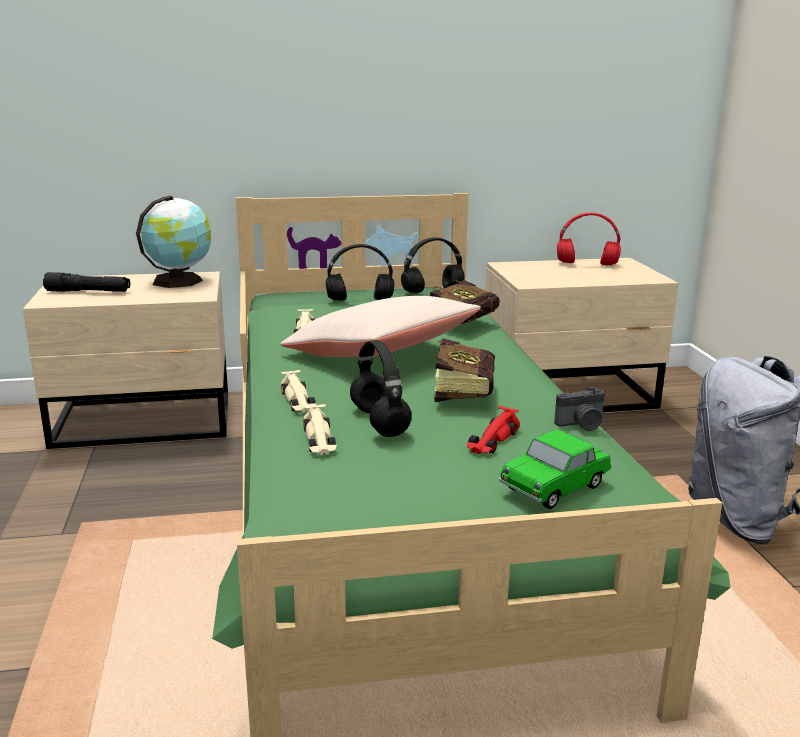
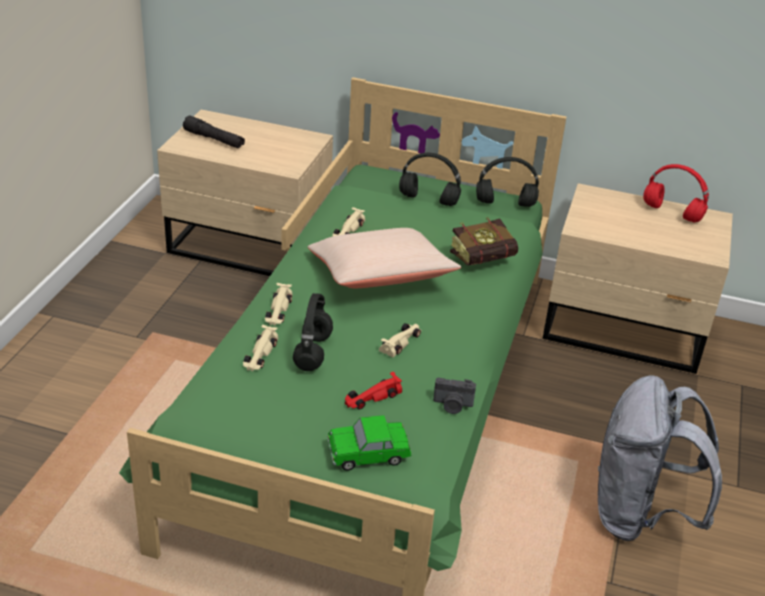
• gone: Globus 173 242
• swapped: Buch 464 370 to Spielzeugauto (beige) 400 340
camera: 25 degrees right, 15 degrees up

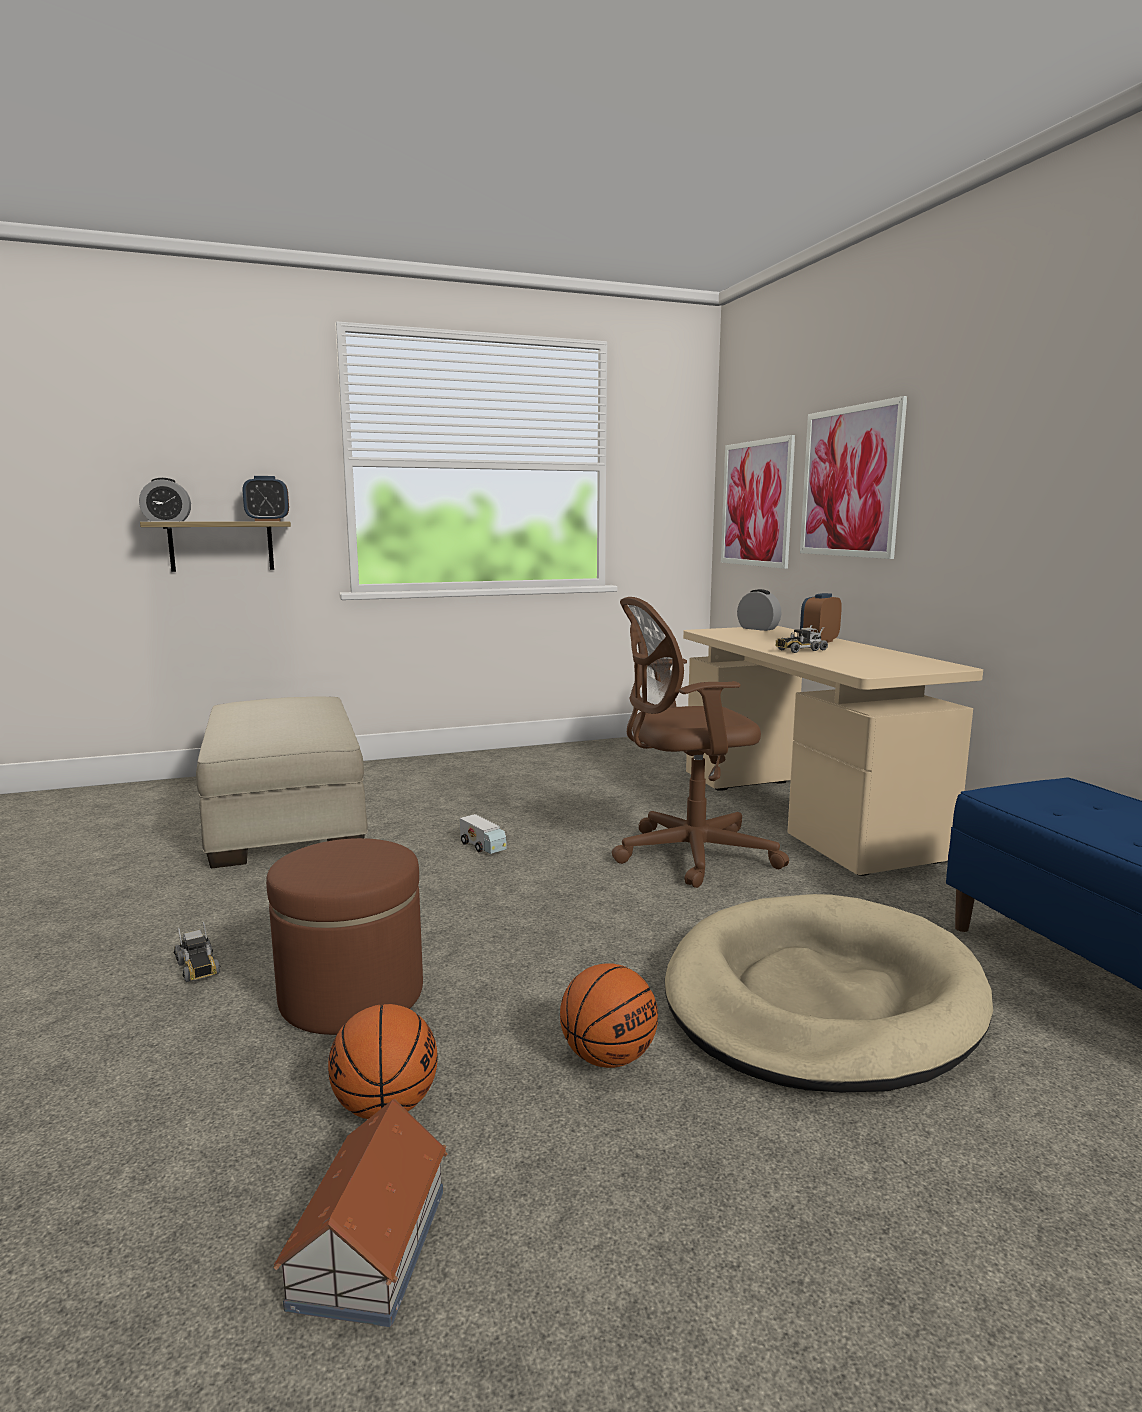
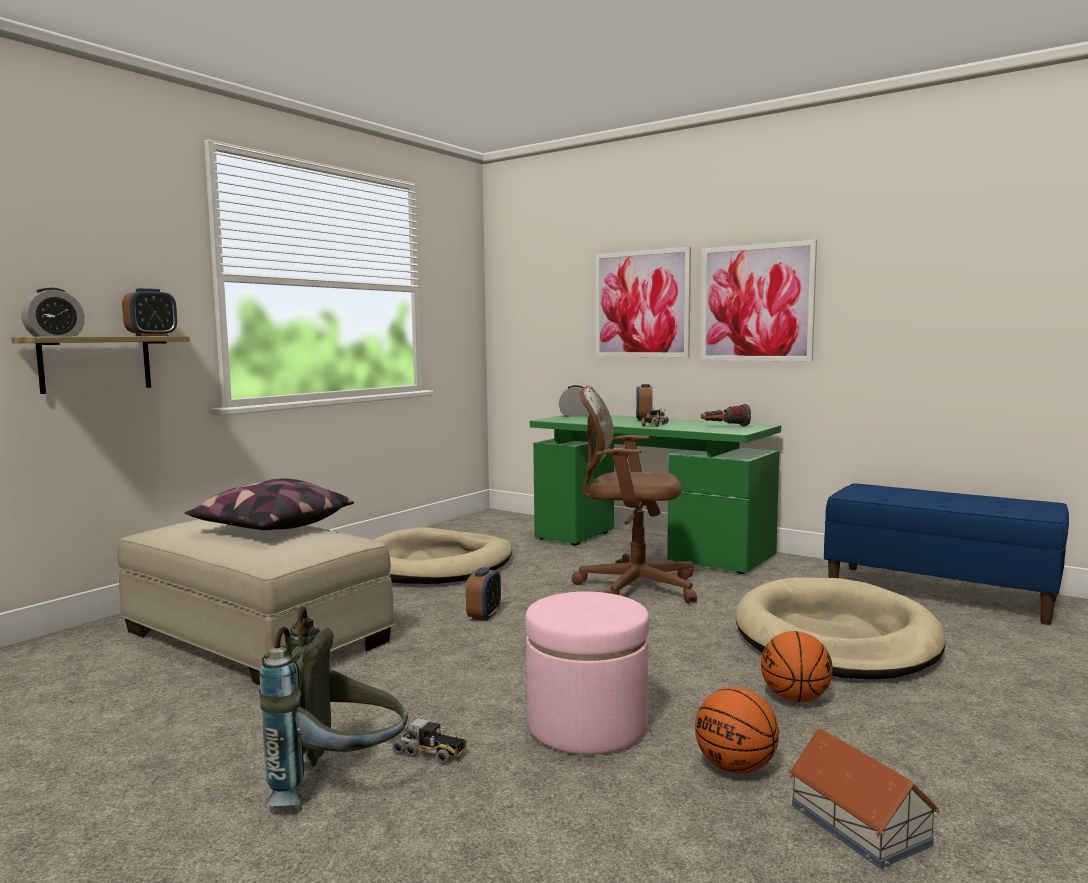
• repainted: Polsterhocker (braun) 344 936 to Polsterhocker (rosa) 587 673
• swapped: Spielzeuglaster 483 834 to Wecker 483 594
• rotated: Bürostuhl (braun) 700 742 = 634 494 60 degrees clockwise
• repainted: Schreibtisch (beige) 833 751 to Schreibtisch (grün) 655 494
• shifted: Bild 758 502 to 759 301
• new: Kissen 269 504
• new: Rucksack (grau) 333 706
• new: Hundebett (beige) 443 555
• new: Taschenlampe 726 415
camera: 35 degrees left, 5 degrees down

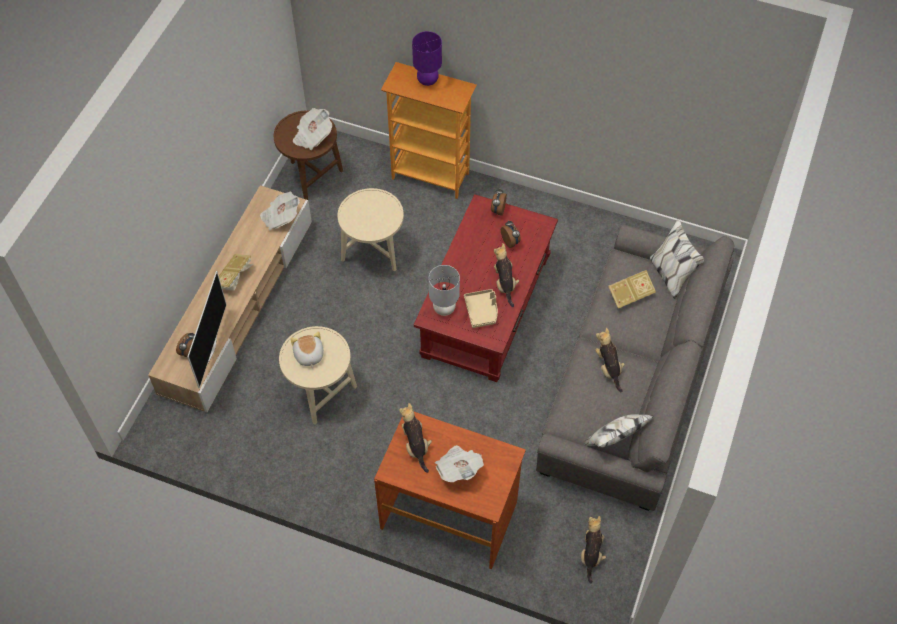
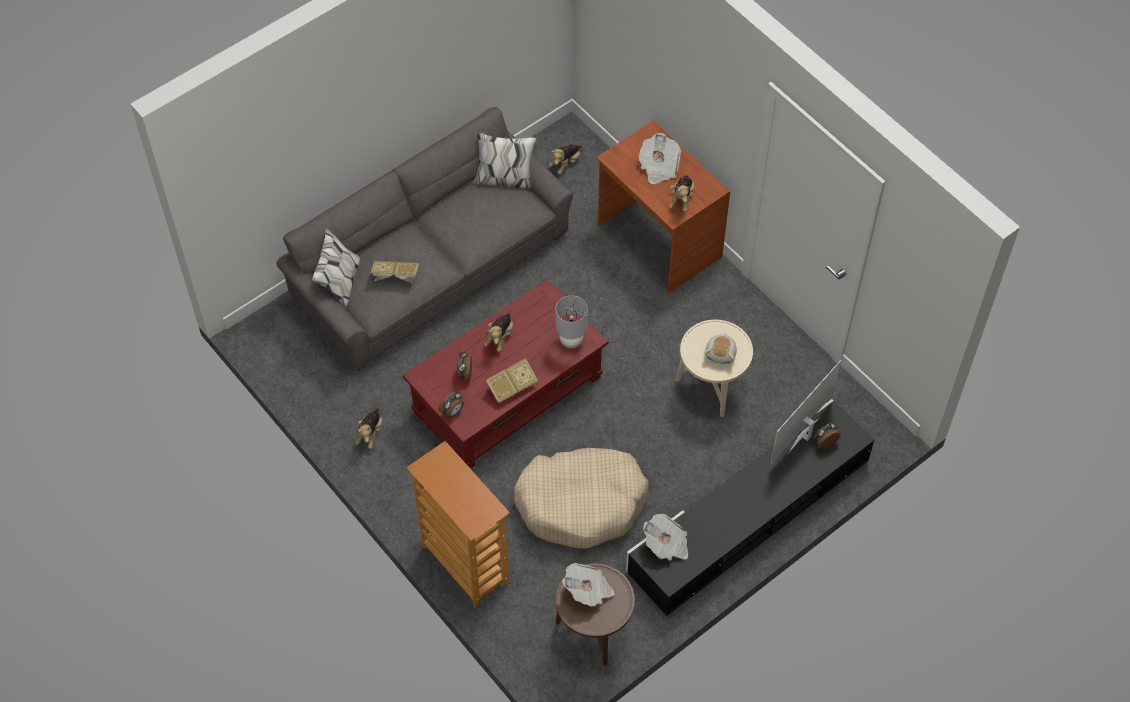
• repainted: Fernsehschrank (beige) 230 298 to Fernsehschrank (schwarz) 750 507
• shifted: Buch 236 272 to 512 380
• swapped: Beistelltisch (beige) 371 230 to Hundebett (beige) 581 498
• gone: Tischlampe (lila) 427 58
• gone: Tablett (beige) 481 308
• shifted: Plüschtier 610 360 to 369 428
camera: 150 degrees left, 0 degrees up

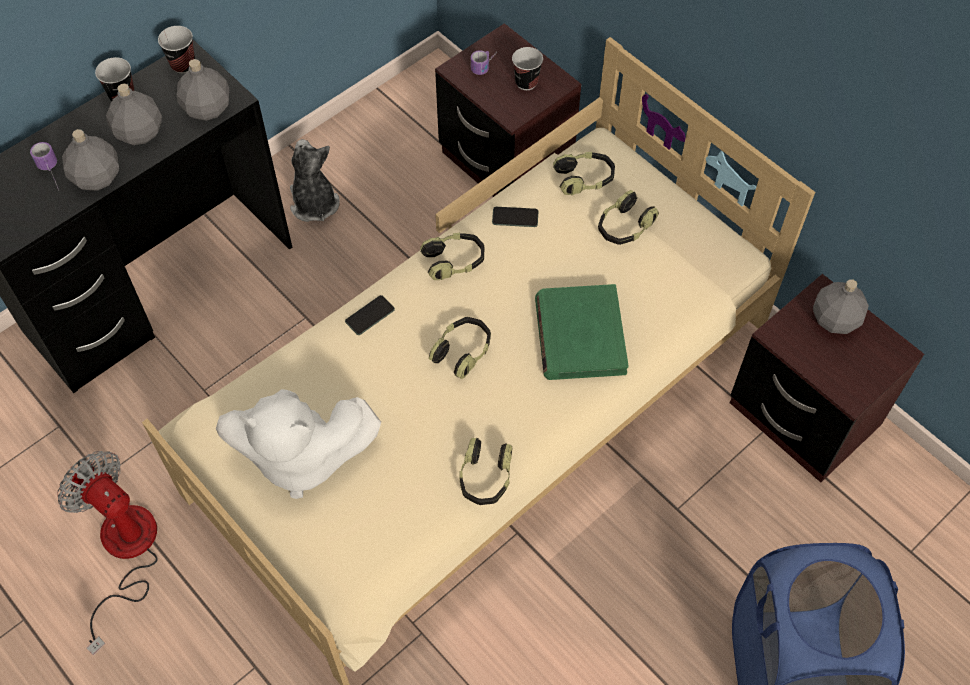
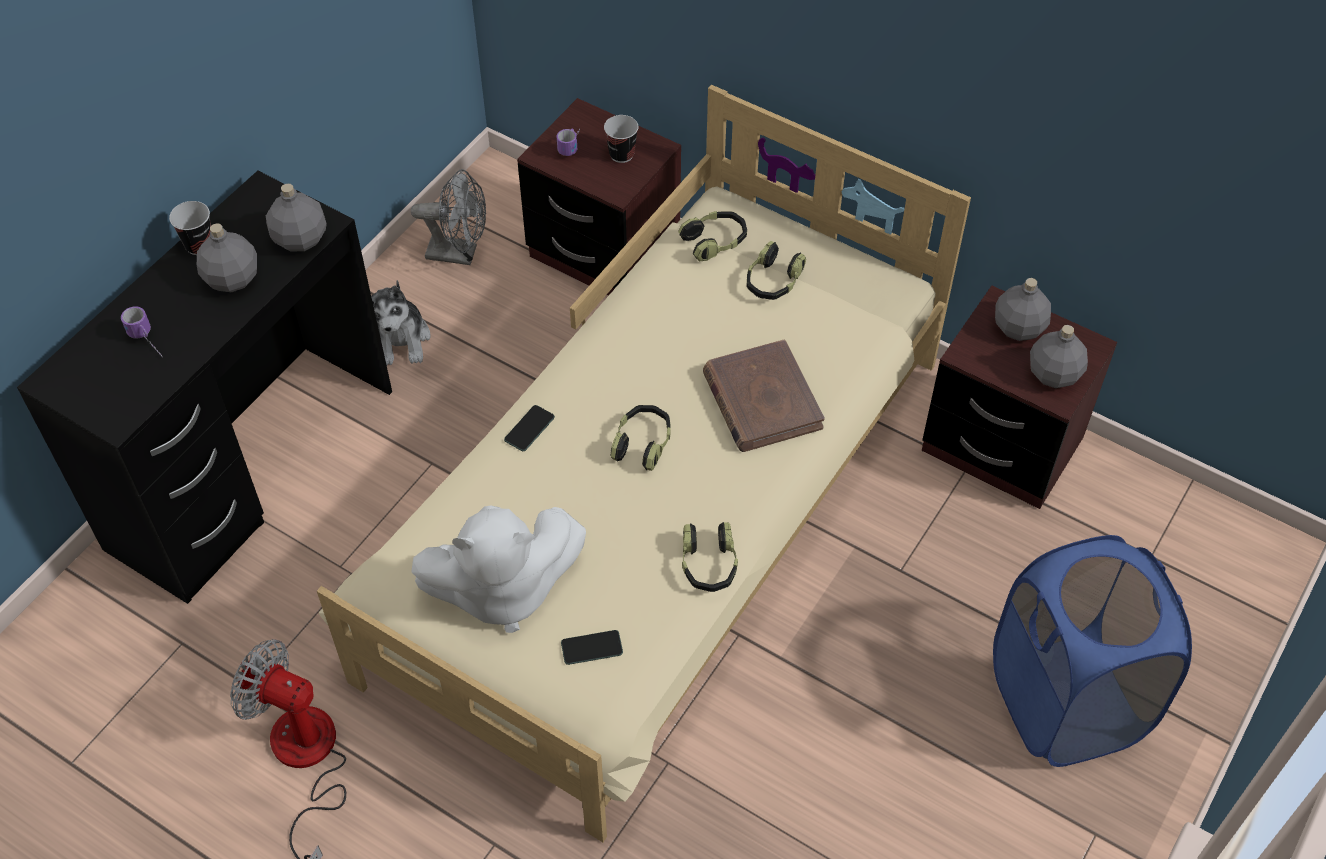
• shifted: Flasche (grau) 90 160 to 1059 356
• gone: Tasse 176 50
• rotated: Plüschtier 315 180 = 401 322 150 degrees counterclockwise
• gone: Kopfhörer 452 256
• shifted: Handy 515 217 to 592 647
• repainted: Buch (grün) 582 332 to Buch (braun) 764 396
• new: Ventilator (grau) 448 217
camera: 15 degrees left, 5 degrees down

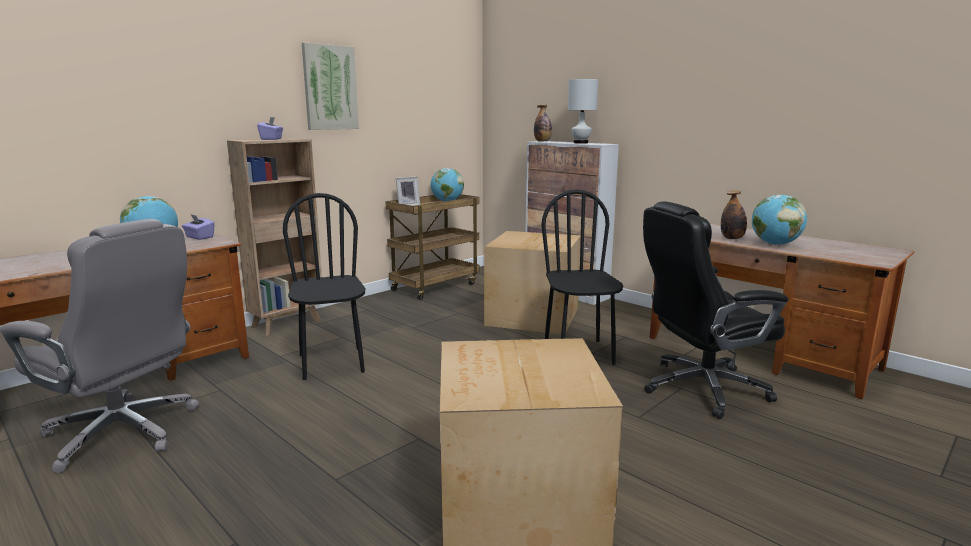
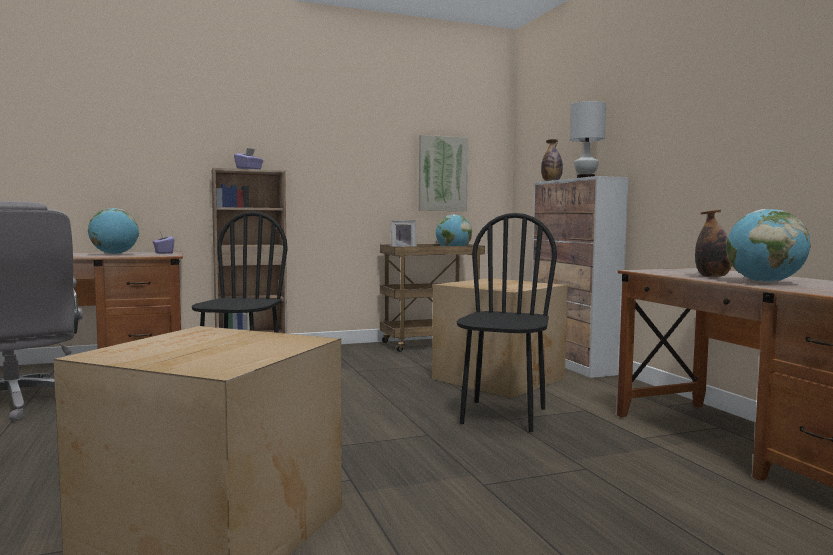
• shifted: Bild 330 86 to 443 173
• gone: Bürostuhl (schwarz) 715 310
camera: 25 degrees right, 10 degrees down

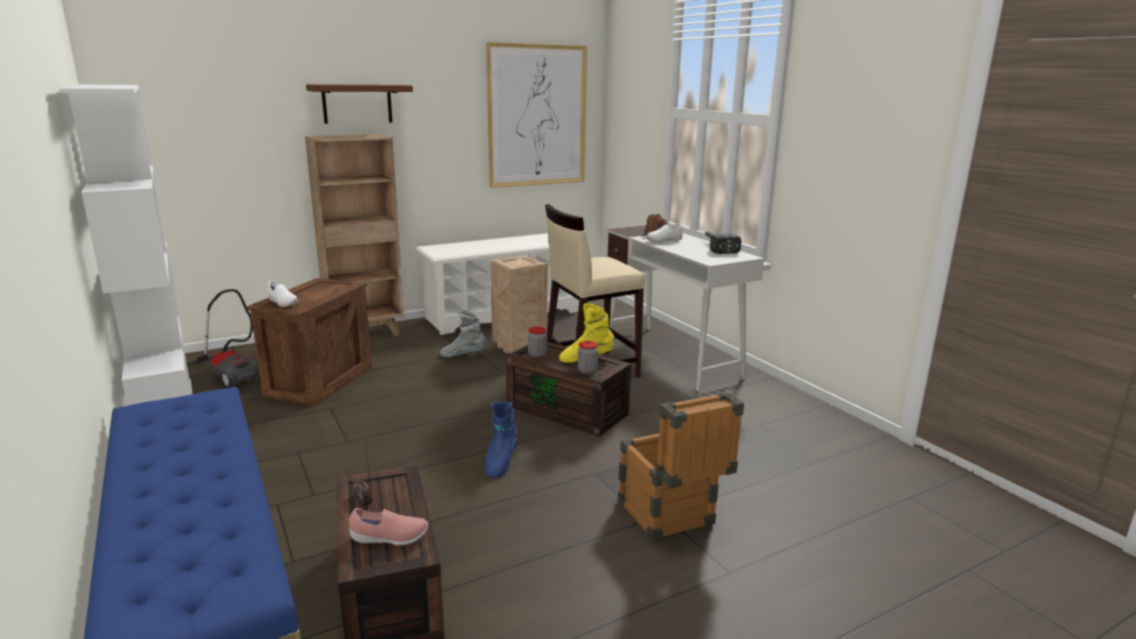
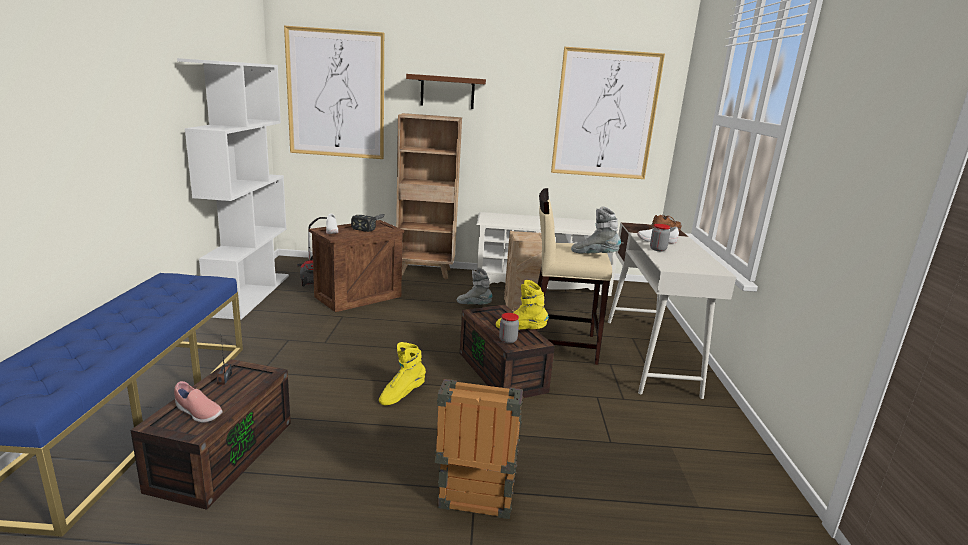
• repainted: Stiefel (blau) 501 440 to Stiefel (gelb) 402 373
• shifted: Vorratsglas 537 342 to 660 237
• shifted: Hammer 723 242 to 368 223
• new: Bild 334 92
• new: Stiefel (grau) 596 230
camera: 30 degrees right, 0 degrees up

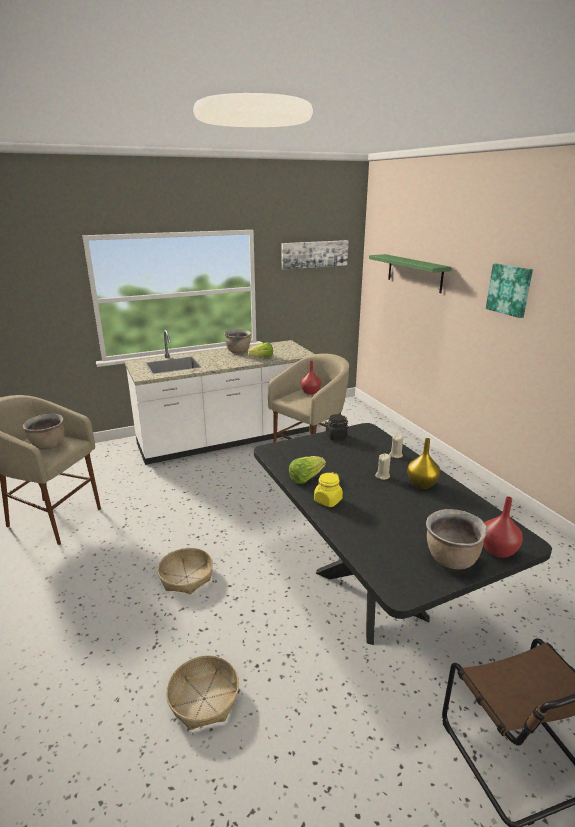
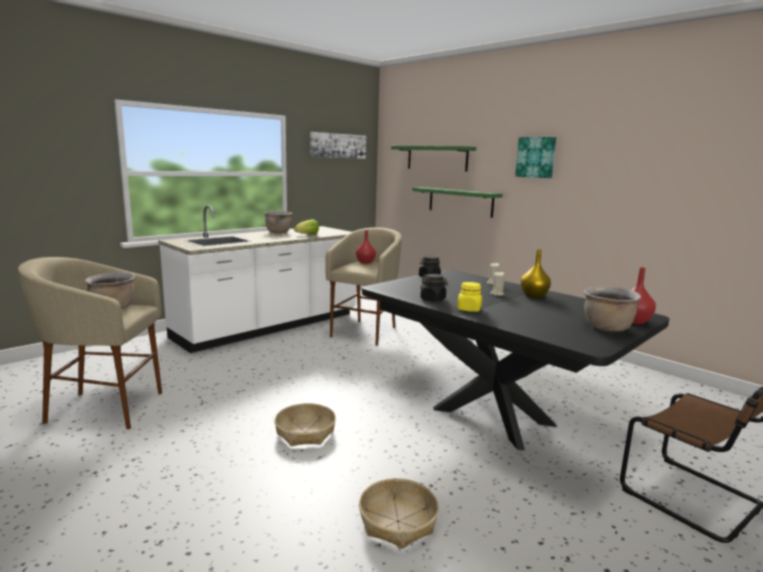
• swapped: Salatkopf 307 470 to Vorratsglas (schwarz) 434 288
• new: Wandregal (grün) 457 202
camera: 20 degrees left, 10 degrees down

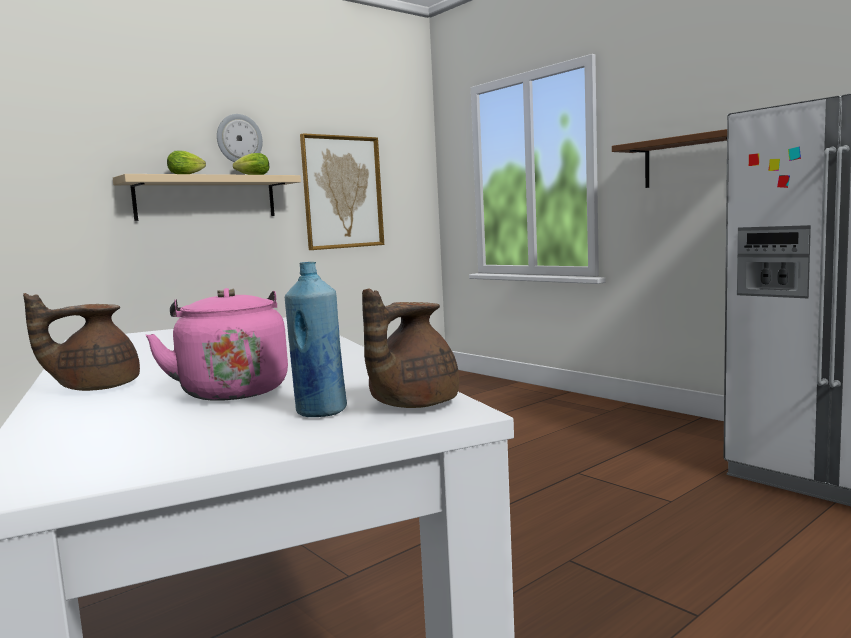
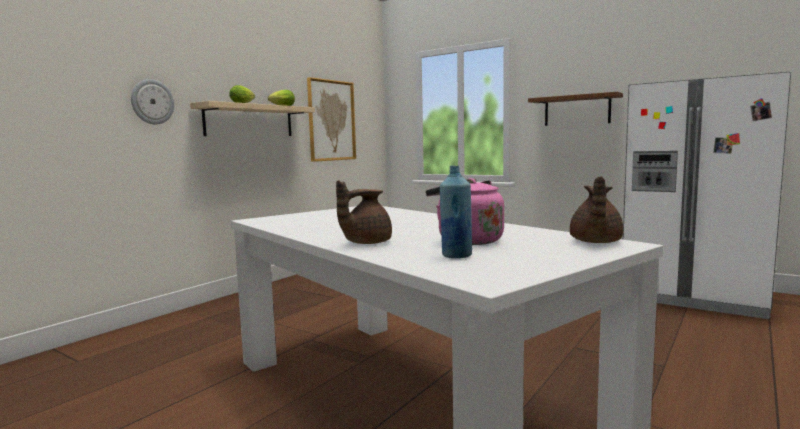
• shifted: Wanduhr 240 138 to 152 101
• shifted: Flasche (blau) 316 339 to 456 212
camera: 15 degrees left, 0 degrees up

